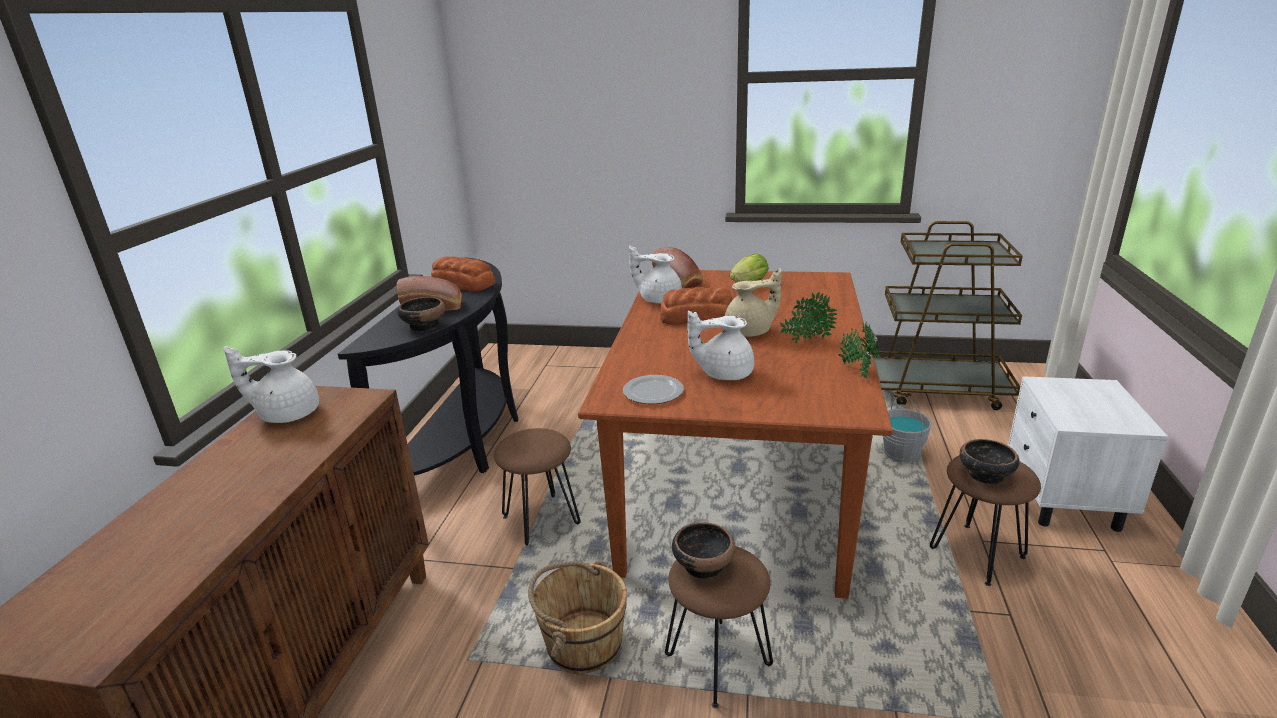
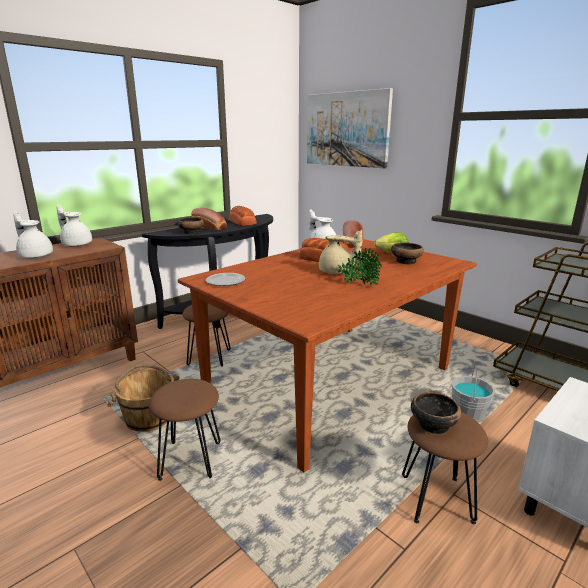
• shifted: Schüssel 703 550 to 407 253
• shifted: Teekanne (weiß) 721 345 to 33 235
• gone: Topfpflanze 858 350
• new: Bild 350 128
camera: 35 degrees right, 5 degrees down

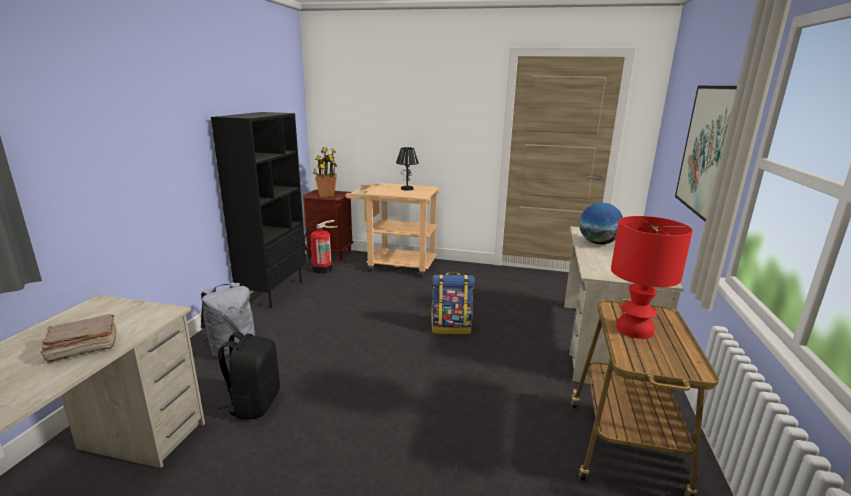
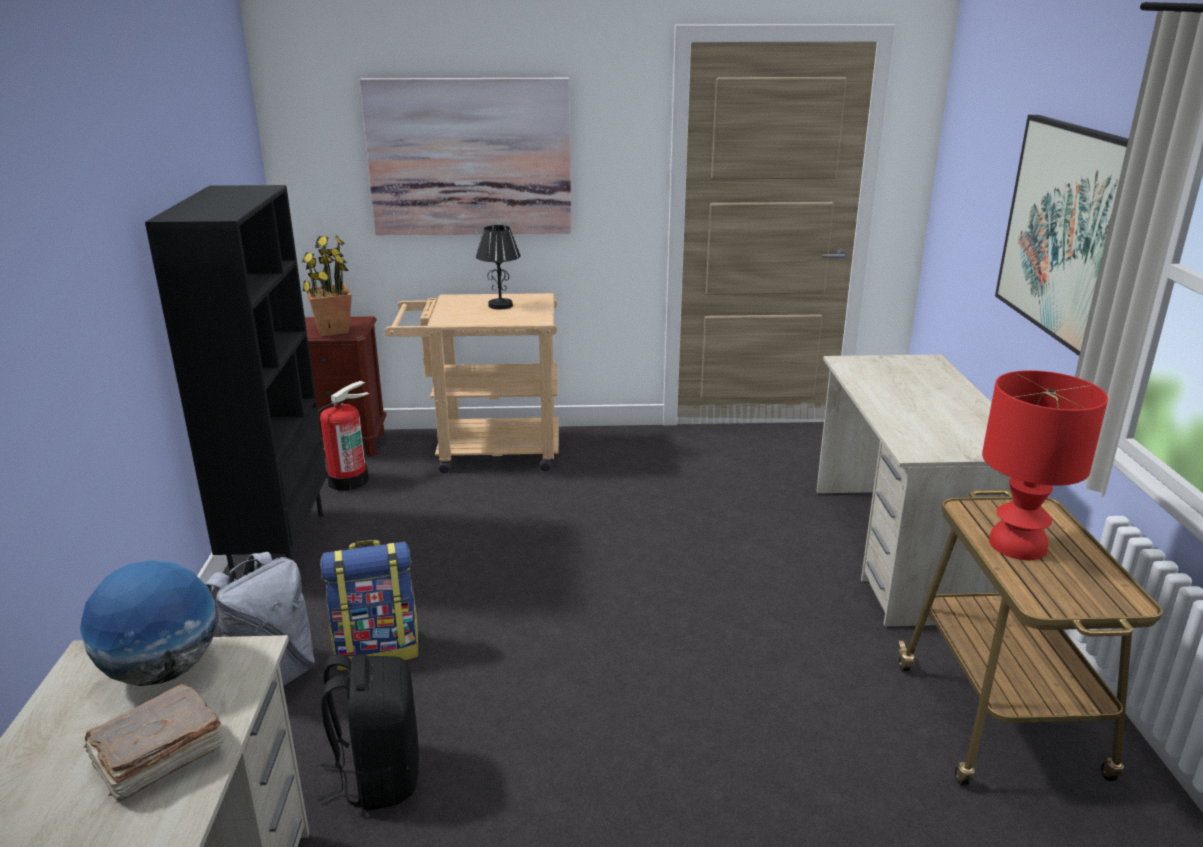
• shifted: Rucksack 453 303 to 369 605
• shifted: Globus 601 223 to 148 623
• new: Bild 465 156
camera: 15 degrees left, 5 degrees up

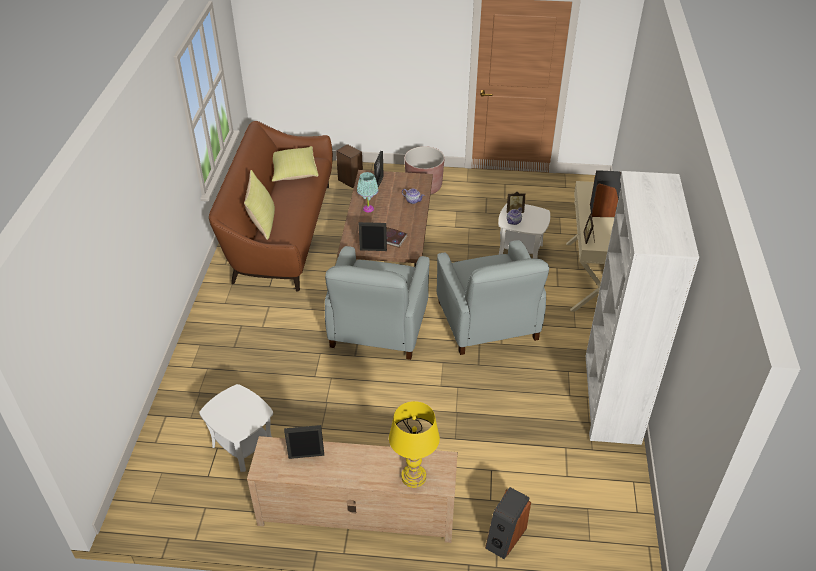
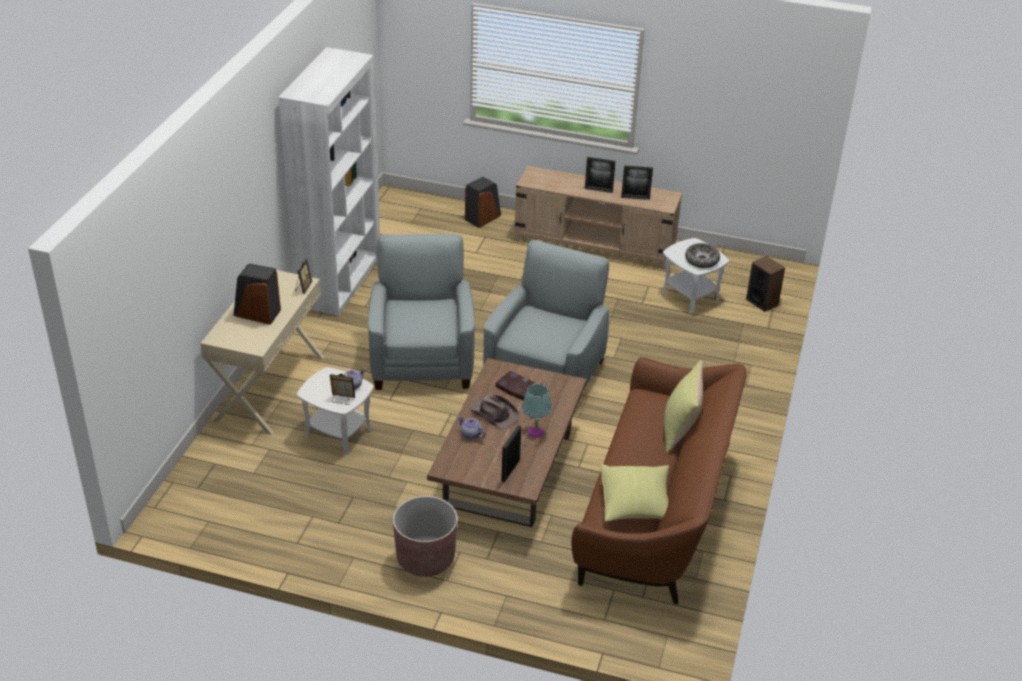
• shifted: Lautsprecher 349 166 to 765 284
• shifted: Bilderrahmen 373 236 to 600 175
• gone: Tischlampe (gelb) 414 444
• new: Hut (braun) 494 412
• new: Schüssel 702 255
camera: 170 degrees left, 5 degrees down

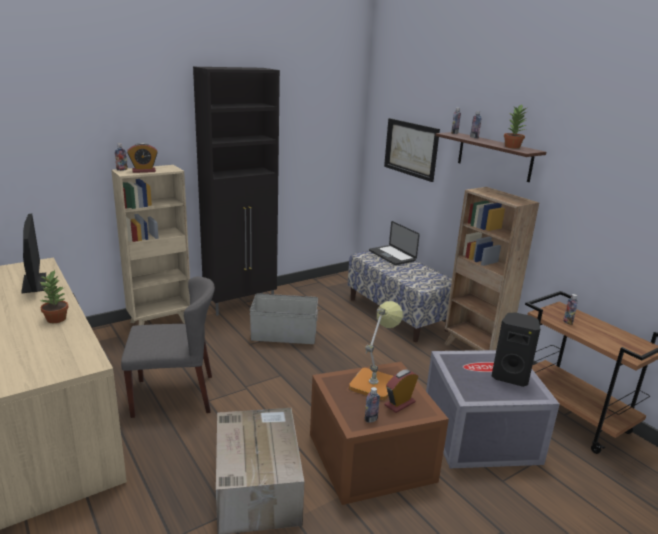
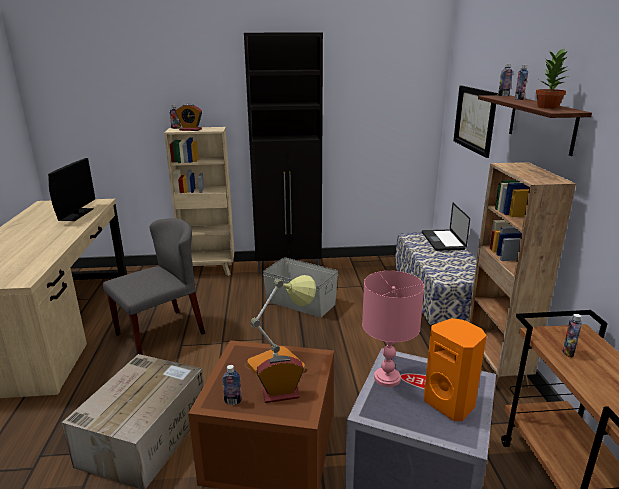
• gone: Topfpflanze 53 296
• rotated: Stuhl (grau) 168 347 = 154 286 60 degrees counterclockwise
• repainted: Lautsprecher (schwarz) 516 349 to Lautsprecher (orange) 455 369
• new: Tischlampe (rosa) 393 329
camera: 30 degrees right, 0 degrees up

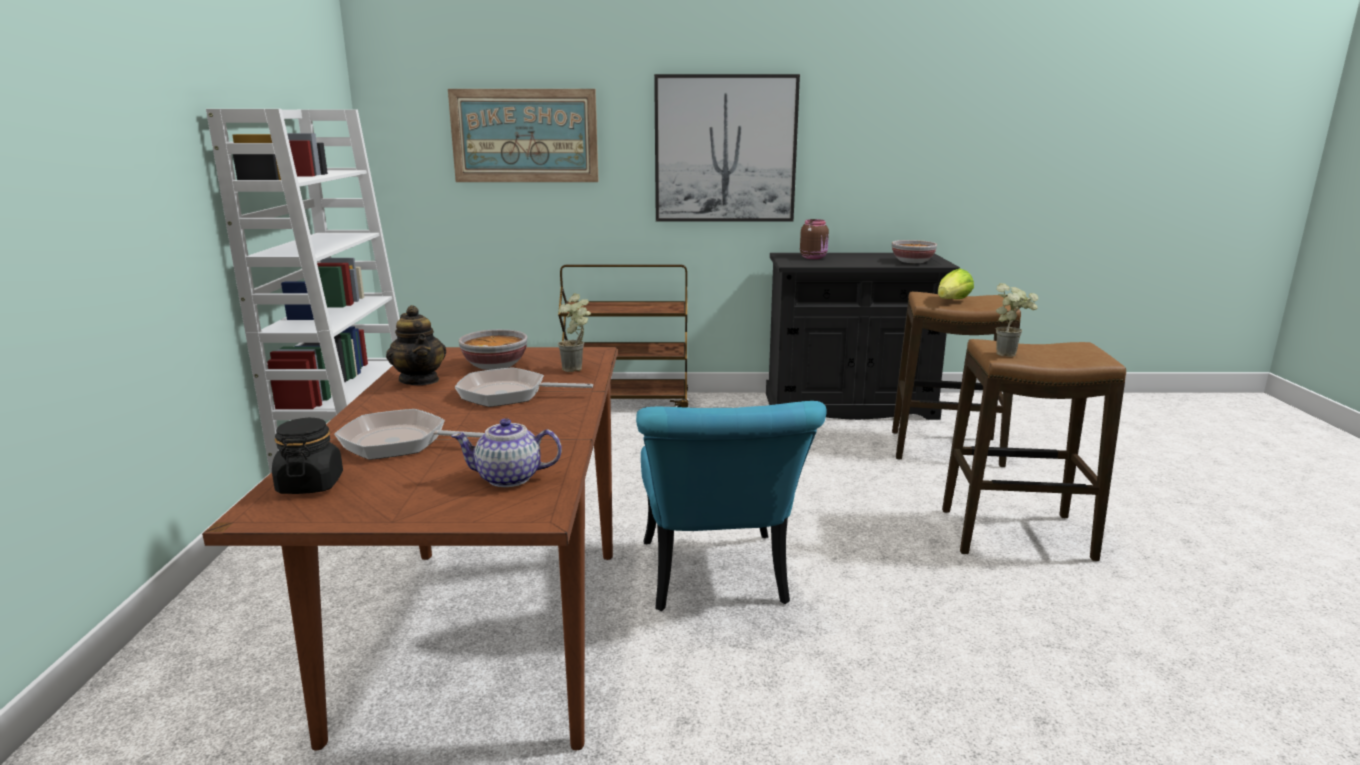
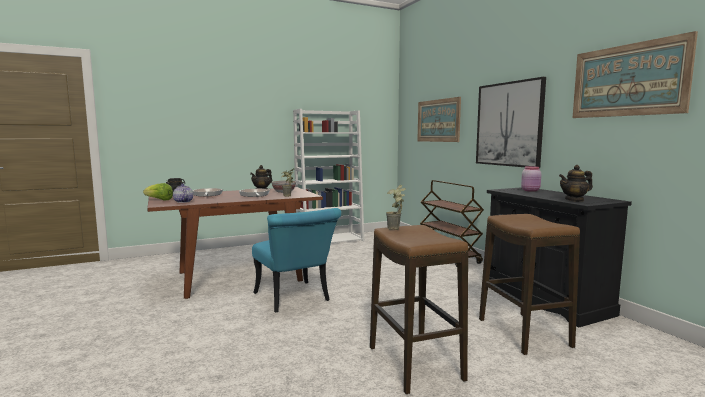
• rotated: Stuhl (türkis) 731 506 = 296 260 90 degrees counterclockwise
• repainted: Vorratsglas (braun) 814 239 to Vorratsglas (rosa) 531 179
• swapped: Schüssel 914 251 to Teekanne 576 183
• shifted: Salatkopf 956 284 to 158 191
• new: Bild 635 74
camera: 65 degrees right, 10 degrees down

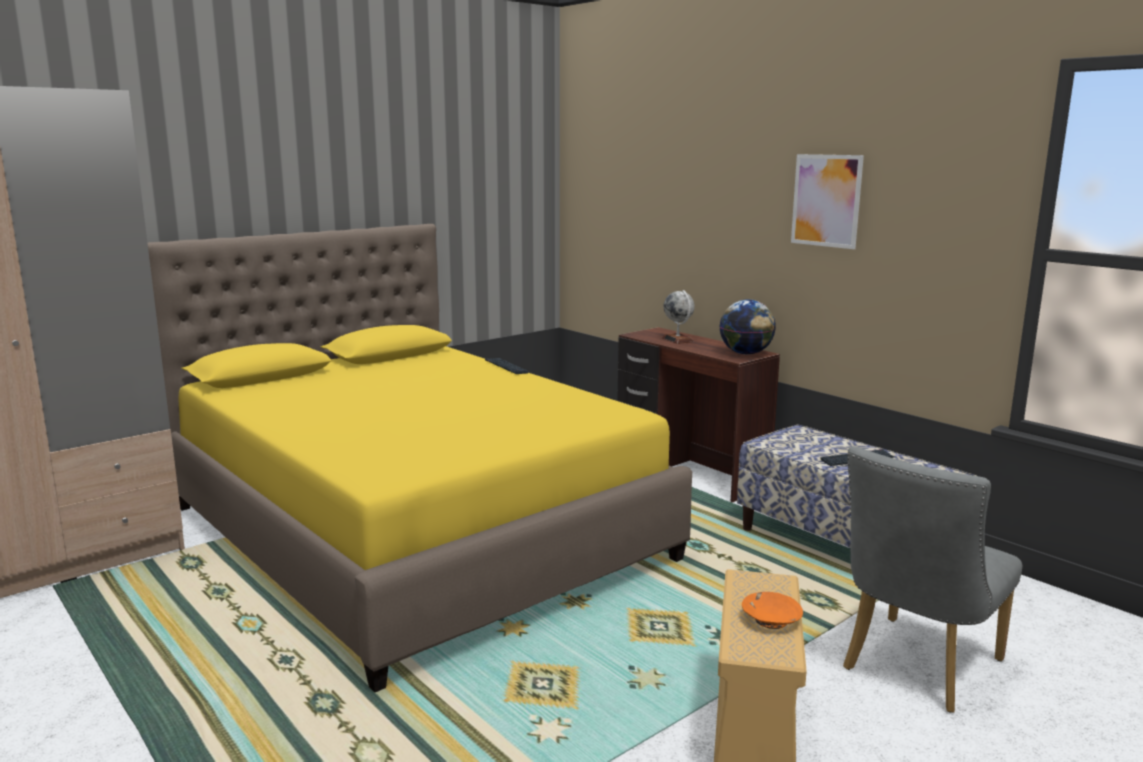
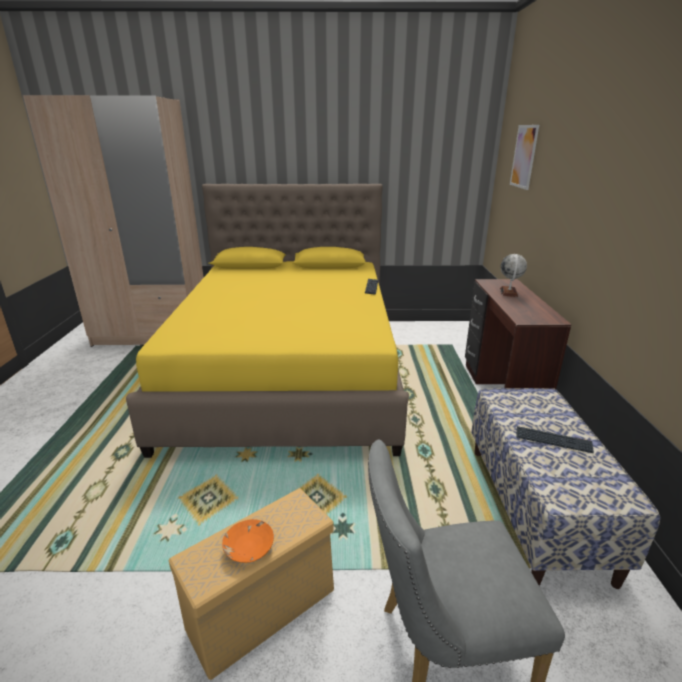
• gone: Globus 747 327
• shifted: Bild 827 201 to 524 157
camera: 40 degrees right, 10 degrees up

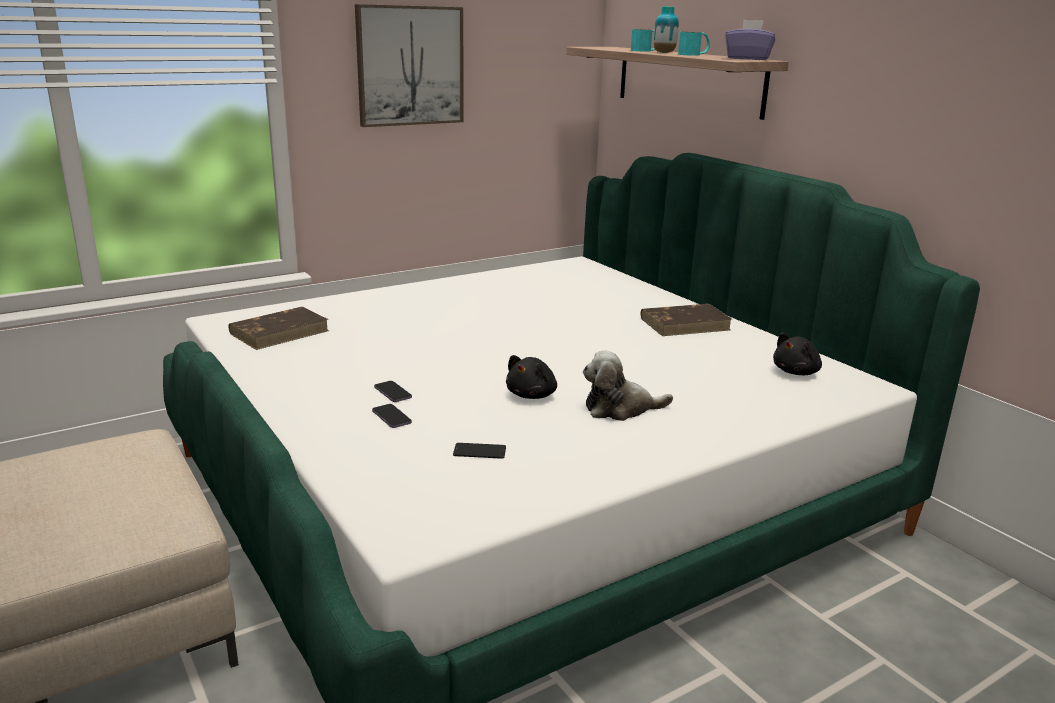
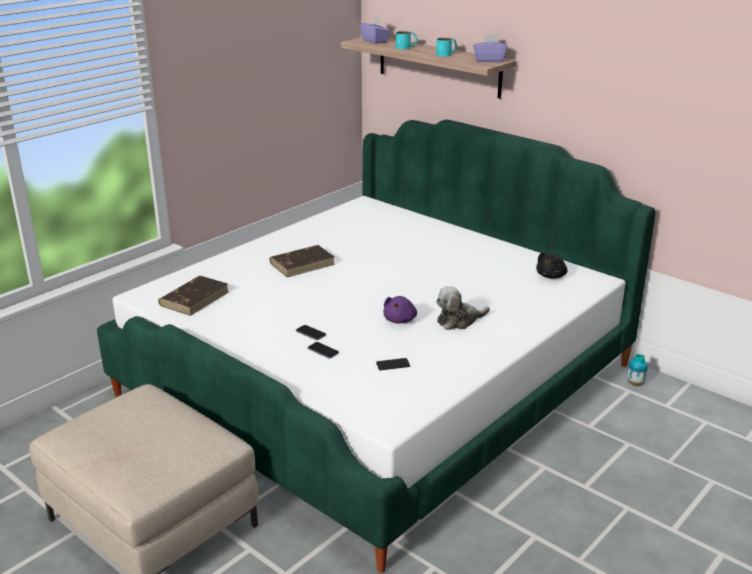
• gone: Bild 409 65
• repainted: Plüschtier (schwarz) 531 377 to Plüschtier (lila) 400 310
• shifted: Buch (braun) 686 320 to 302 261
• shifted: Vase 666 29 to 637 370
• new: Taschentuchbox (lila) 375 30
camera: 15 degrees left, 5 degrees up

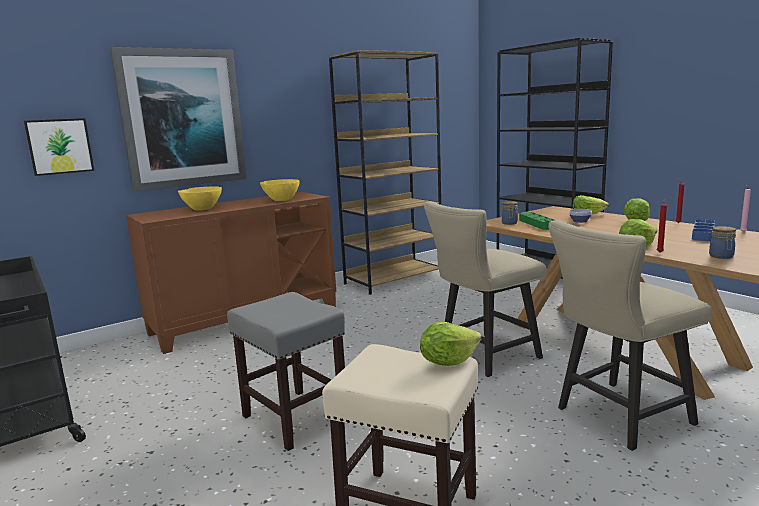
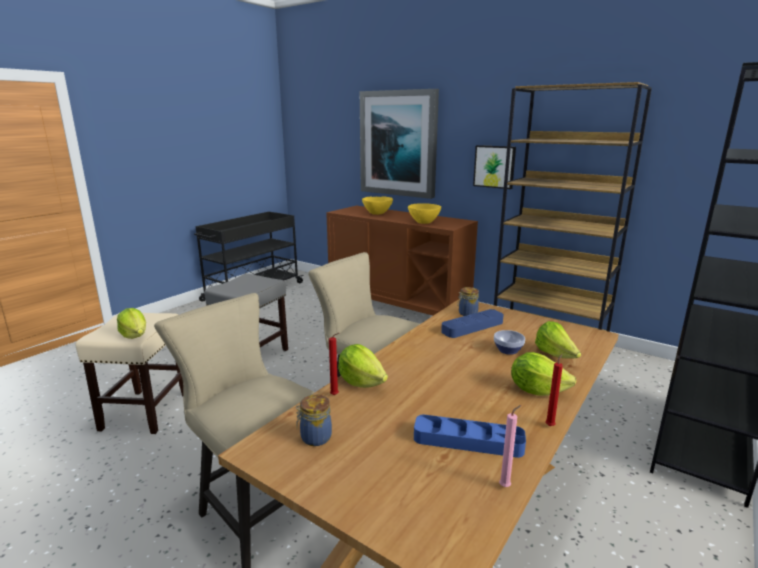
• shifted: Bild 59 147 to 494 167
• repainted: Tablett (grün) 536 221 to Tablett (blau) 472 323
camera: 70 degrees right, 5 degrees up

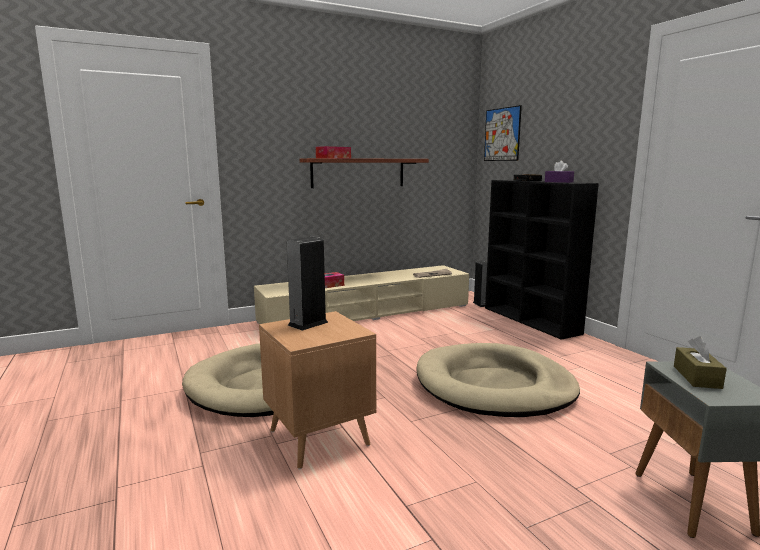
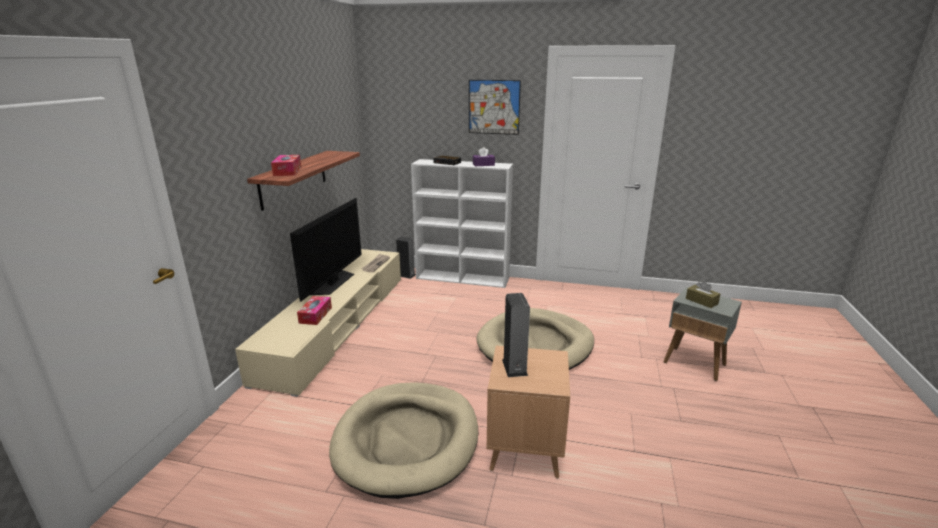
• shifted: Bild 503 133 to 495 107
• repainted: Bücherregal (schwarz) 542 260 to Bücherregal (weiß) 462 223
• new: Fernseher 326 250
camera: 50 degrees left, 10 degrees up

